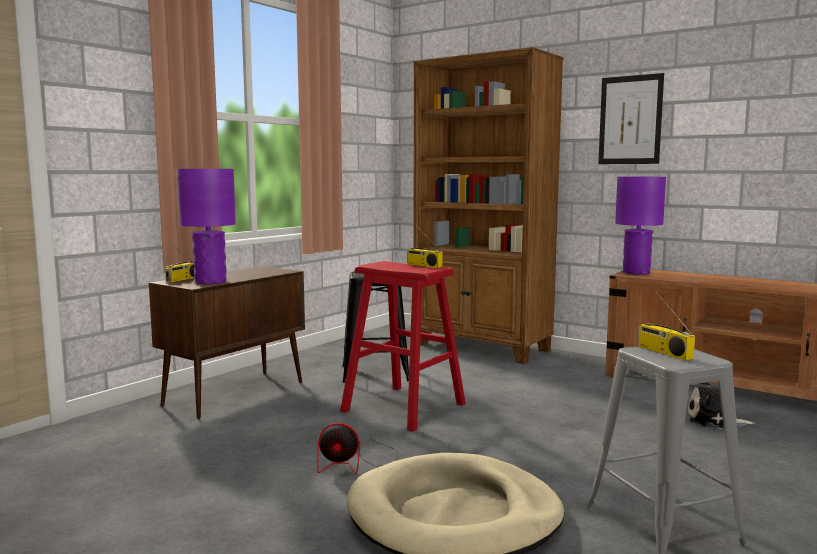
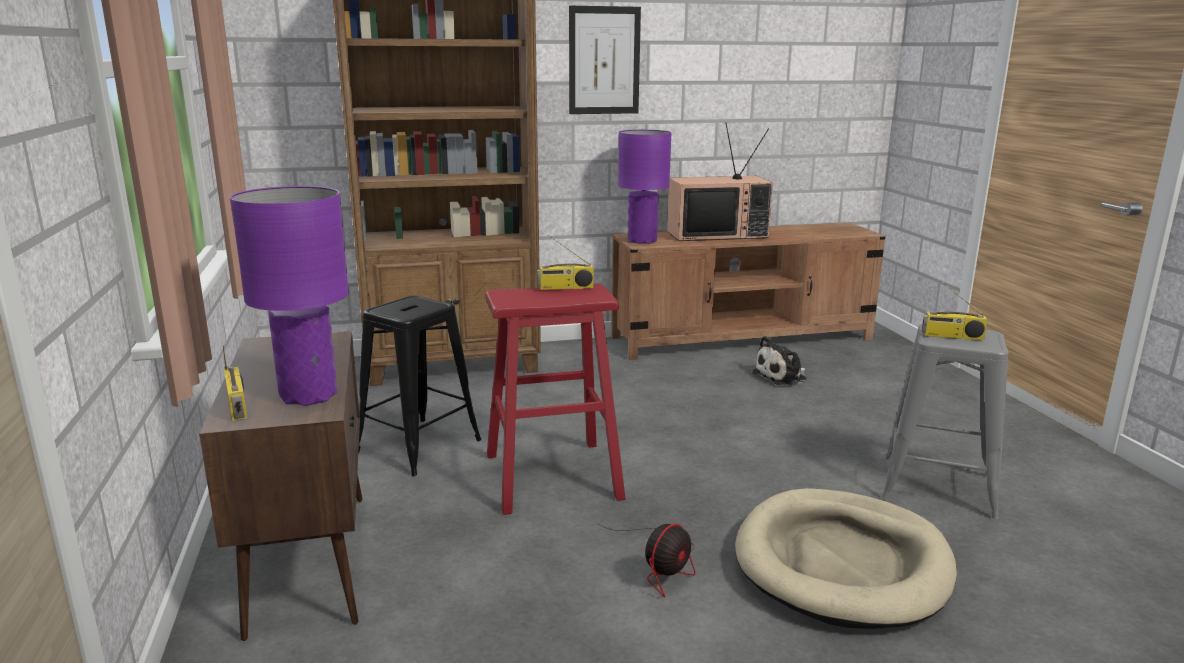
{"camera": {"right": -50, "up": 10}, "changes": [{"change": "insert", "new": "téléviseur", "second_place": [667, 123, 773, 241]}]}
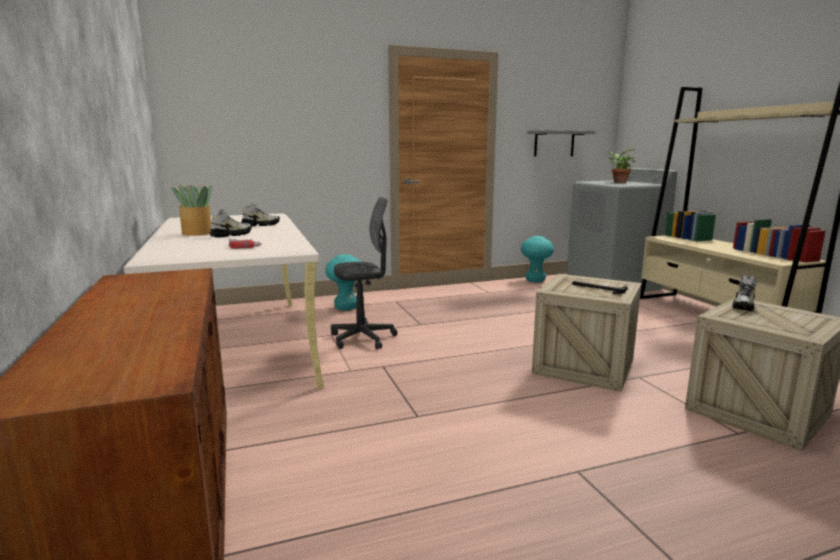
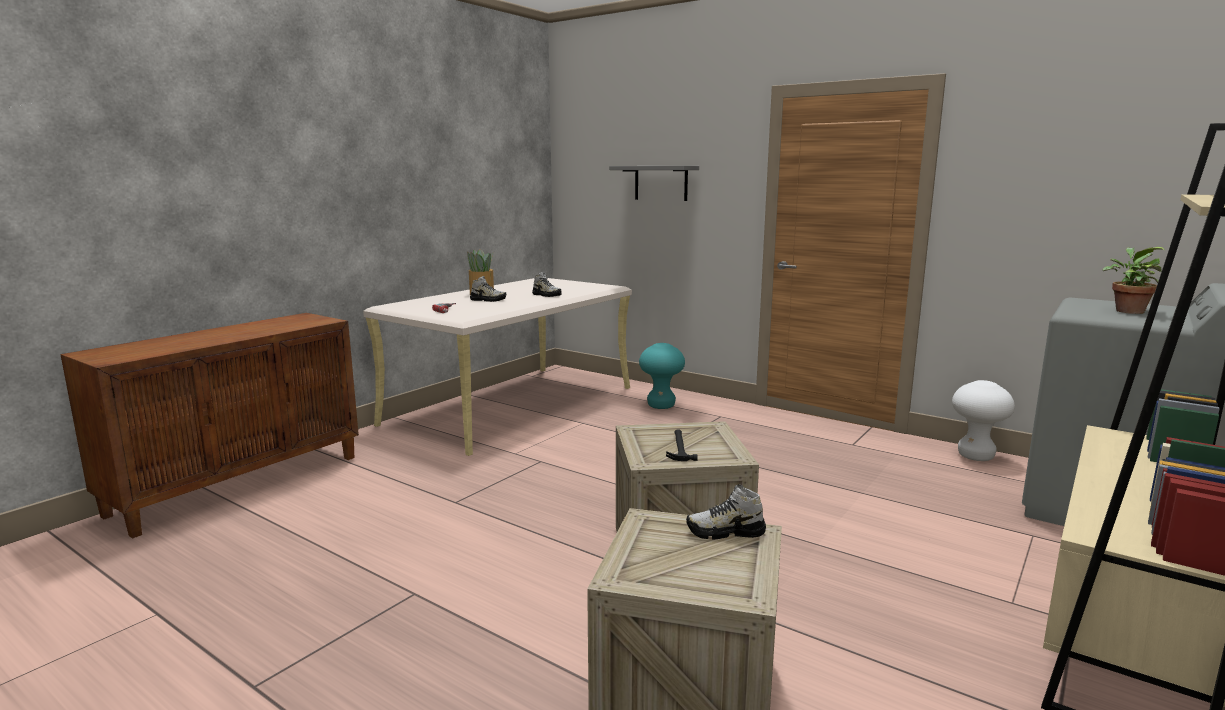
{"camera": {"right": 55, "up": 0}, "changes": [{"change": "move", "old": "étagère (gris)", "first_place": [527, 130, 595, 157], "second_place": [609, 166, 699, 201]}, {"change": "delete", "old": "chaise de bureau (gris)", "first_place": [331, 197, 397, 349]}, {"change": "recolor", "old": "tabouret (turquoise)", "new": "tabouret (blanc)", "first_place": [521, 236, 554, 282], "second_place": [952, 380, 1015, 461]}]}
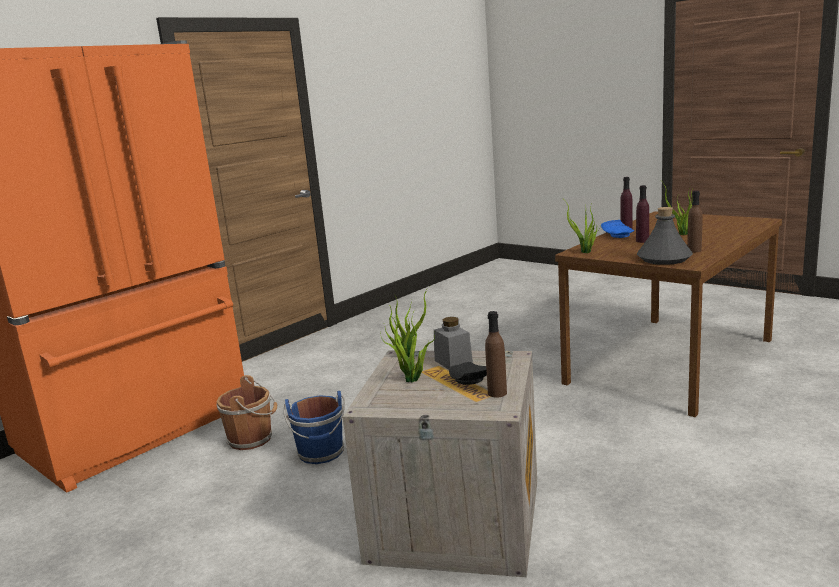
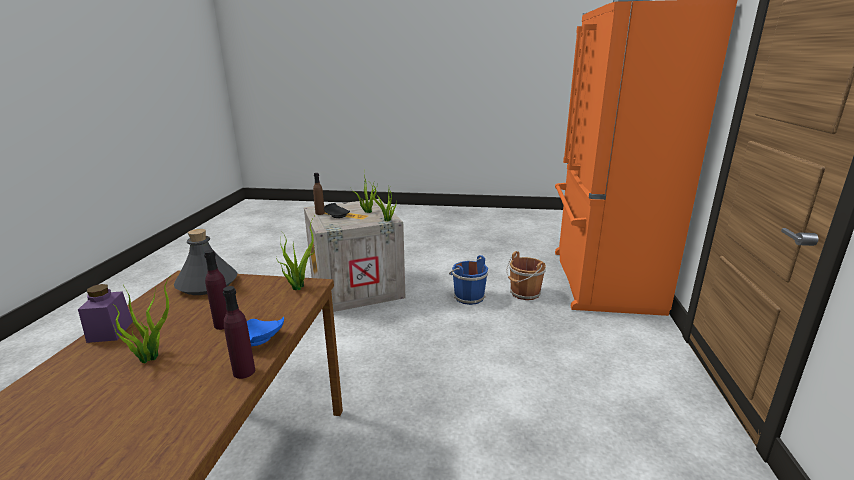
{"camera": {"right": 145, "up": 5}, "changes": [{"change": "delete", "old": "bouteille (marron)", "first_place": [687, 191, 703, 252]}, {"change": "delete", "old": "bocal (gris)", "first_place": [434, 317, 473, 370]}, {"change": "insert", "new": "bocal (violet)", "second_place": [78, 284, 133, 343]}]}
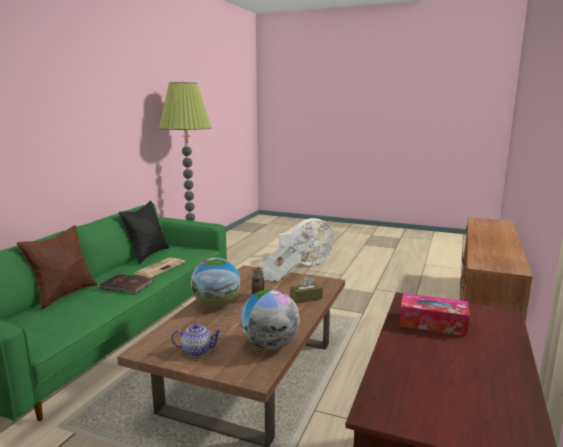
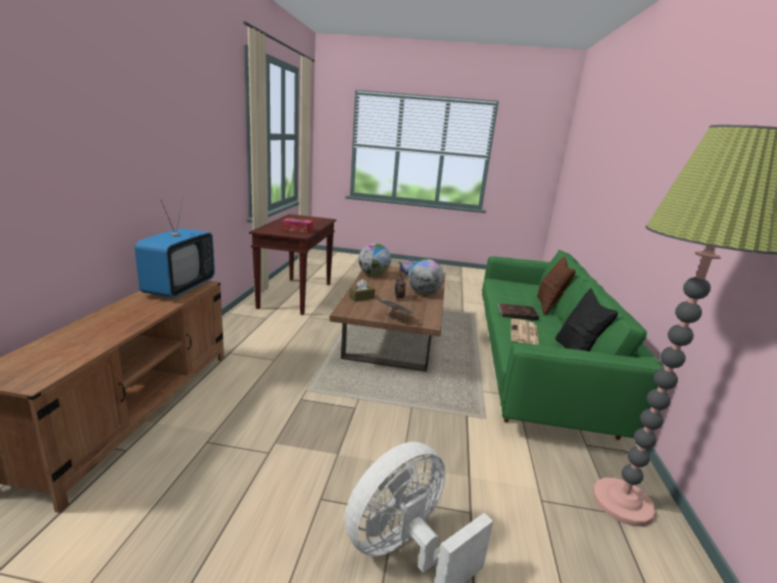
{"camera": {"right": 165, "up": 5}, "changes": [{"change": "insert", "new": "téléviseur", "second_place": [135, 196, 215, 298]}]}
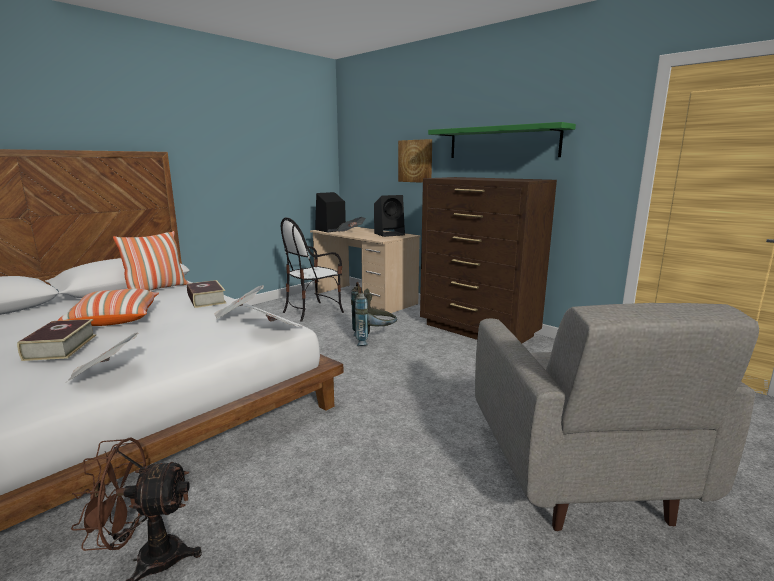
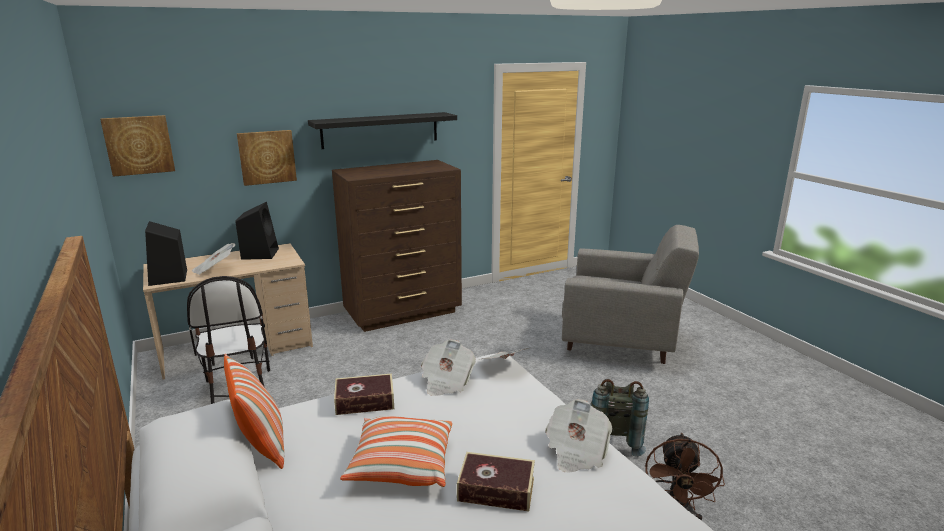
{"camera": {"right": -70, "up": 5}, "changes": [{"change": "recolor", "old": "étagère (vert)", "new": "étagère (noir)", "first_place": [428, 122, 576, 158], "second_place": [308, 112, 457, 149]}, {"change": "move", "old": "sac à dos (gris)", "first_place": [351, 282, 397, 346], "second_place": [590, 379, 649, 457]}, {"change": "insert", "new": "tableau", "second_place": [100, 115, 175, 177]}]}
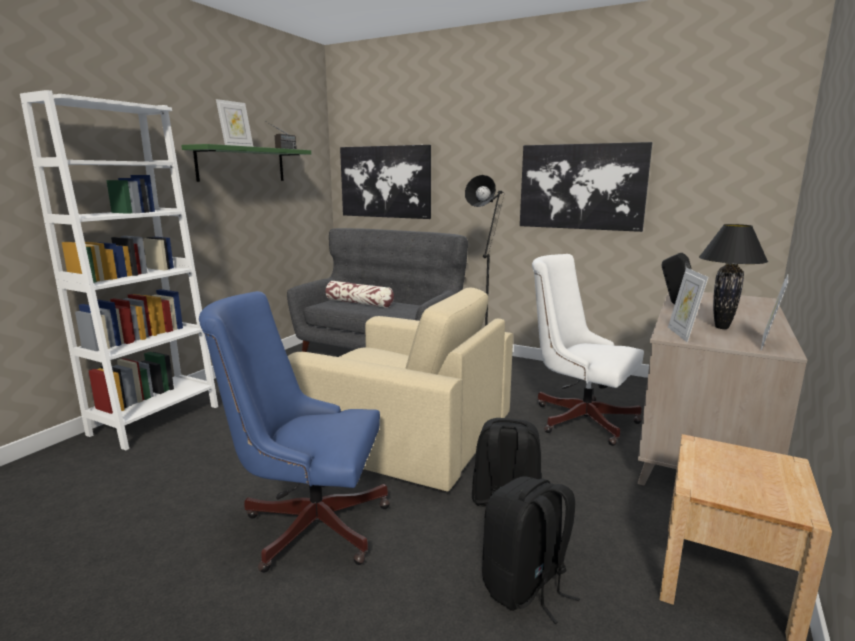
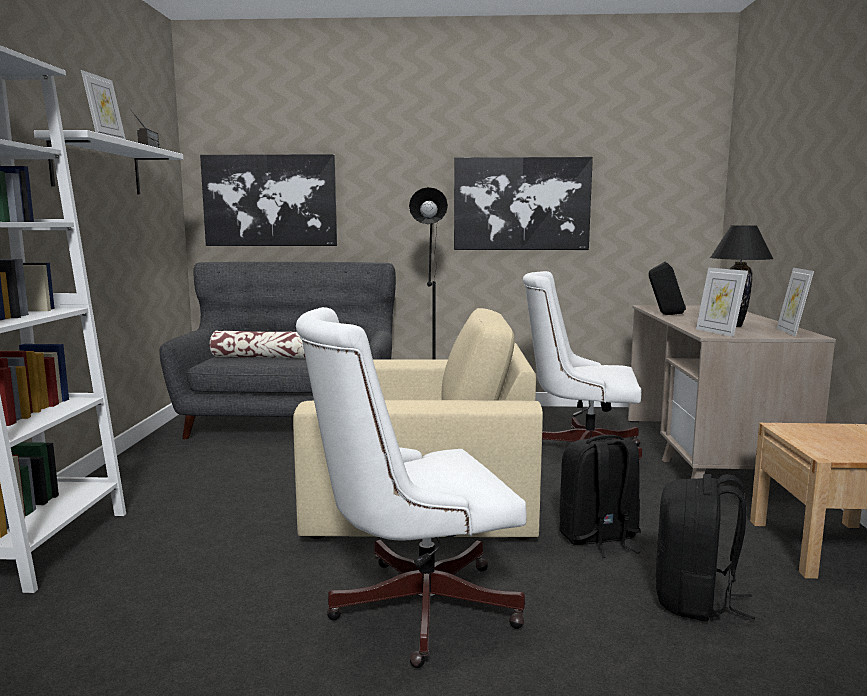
{"camera": {"right": -25, "up": -5}, "changes": [{"change": "recolor", "old": "étagère (vert)", "new": "étagère (blanc)", "first_place": [181, 144, 311, 182], "second_place": [34, 130, 183, 194]}, {"change": "recolor", "old": "chaise de bureau (bleu)", "new": "chaise de bureau (blanc)", "first_place": [199, 291, 390, 573], "second_place": [296, 307, 527, 668]}]}
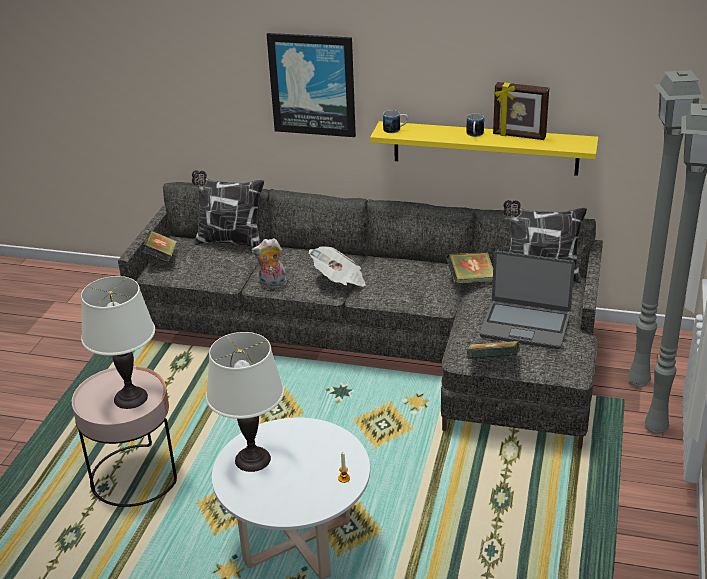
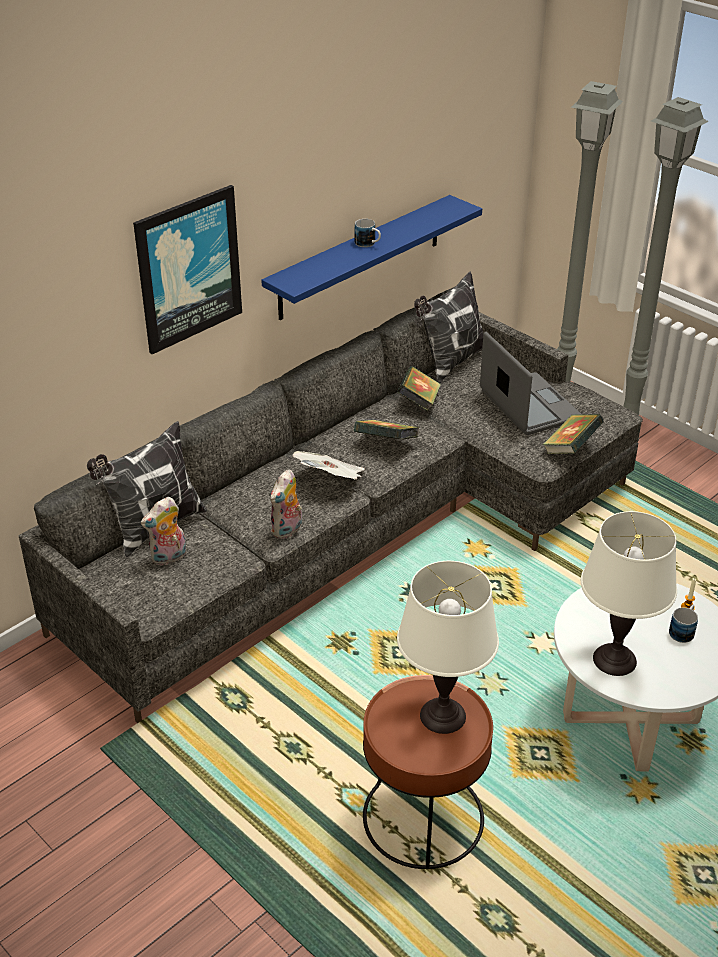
{"camera": {"right": -60, "up": 5}, "changes": [{"change": "delete", "old": "cadre photo", "first_place": [493, 82, 549, 140]}, {"change": "move", "old": "mug", "first_place": [383, 110, 408, 133], "second_place": [669, 605, 698, 643]}, {"change": "recolor", "old": "étagère (jaune)", "new": "étagère (bleu)", "first_place": [370, 121, 598, 176], "second_place": [261, 195, 482, 320]}, {"change": "move", "old": "livre", "first_place": [141, 230, 177, 263], "second_place": [354, 420, 419, 439]}, {"change": "rotate", "old": "ordinateur portable", "first_place": [480, 251, 575, 349], "second_place": [480, 332, 582, 435], "degrees": -75}, {"change": "recolor", "old": "table d'appoint (rose)", "new": "table d'appoint (marron)", "first_place": [72, 366, 177, 507], "second_place": [363, 675, 493, 869]}, {"change": "insert", "new": "peluche", "second_place": [141, 497, 186, 565]}]}
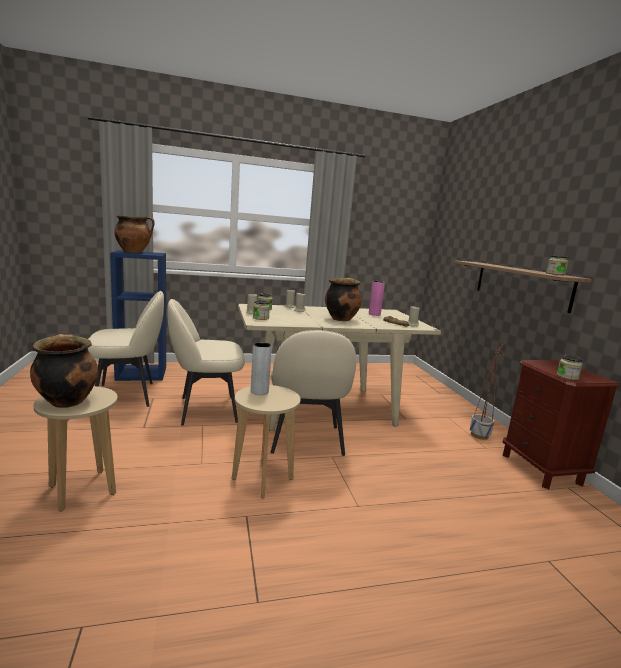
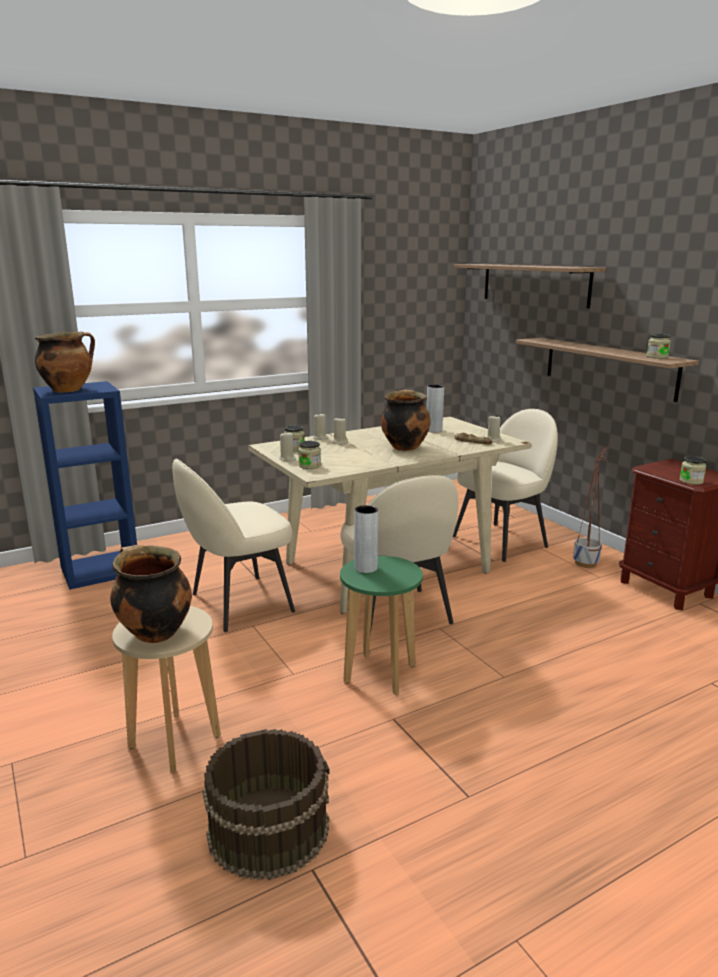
{"camera": {"right": -15, "up": 5}, "changes": [{"change": "recolor", "old": "vase (rose)", "new": "vase (gris)", "first_place": [369, 281, 385, 316], "second_place": [426, 385, 444, 433]}, {"change": "move", "old": "chaise (beige)", "first_place": [88, 291, 164, 407], "second_place": [453, 409, 558, 562]}, {"change": "recolor", "old": "tabouret (beige)", "new": "tabouret (vert)", "first_place": [232, 385, 301, 498], "second_place": [340, 556, 423, 695]}, {"change": "insert", "new": "étagère", "second_place": [454, 264, 606, 308]}, {"change": "insert", "new": "seau (marron)", "second_place": [202, 729, 329, 881]}]}
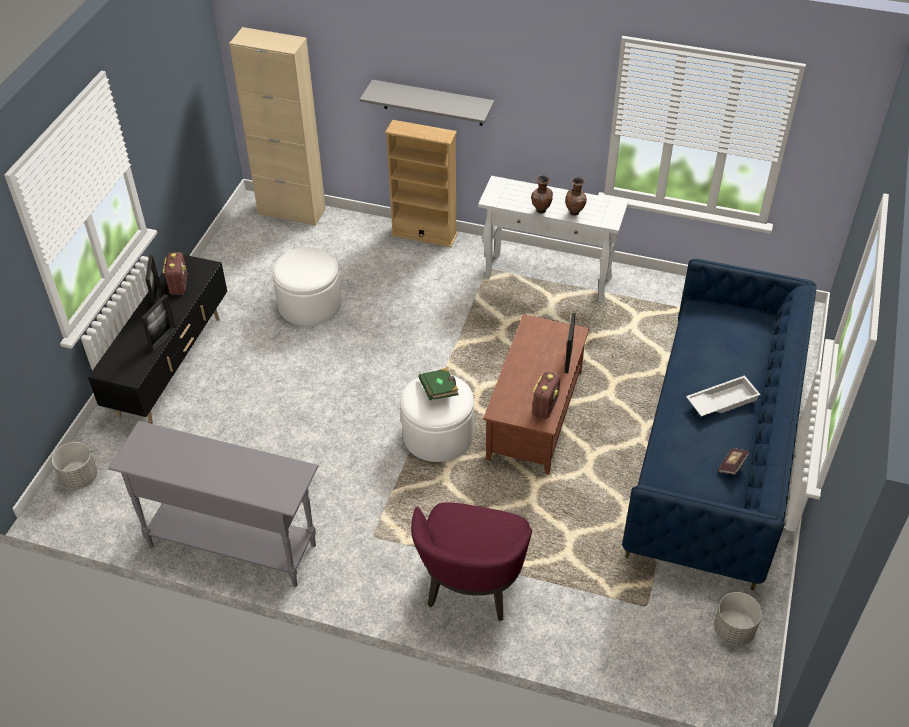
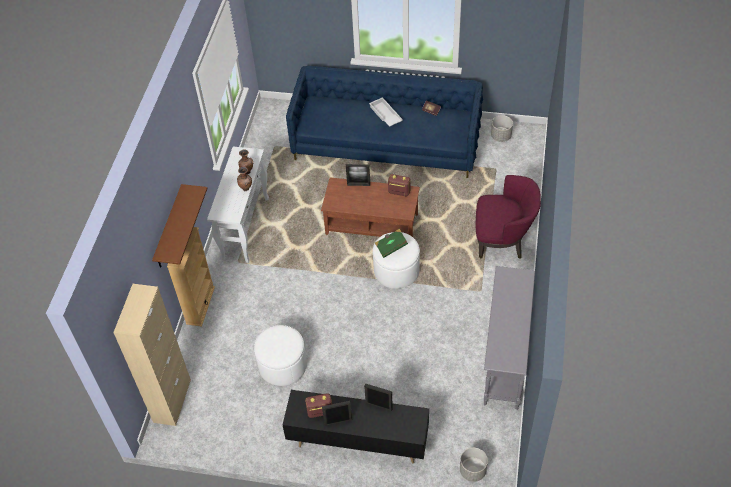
{"camera": {"right": -95, "up": 5}, "changes": [{"change": "recolor", "old": "étagère (gris)", "new": "étagère (marron)", "first_place": [360, 80, 494, 126], "second_place": [152, 184, 208, 268]}]}
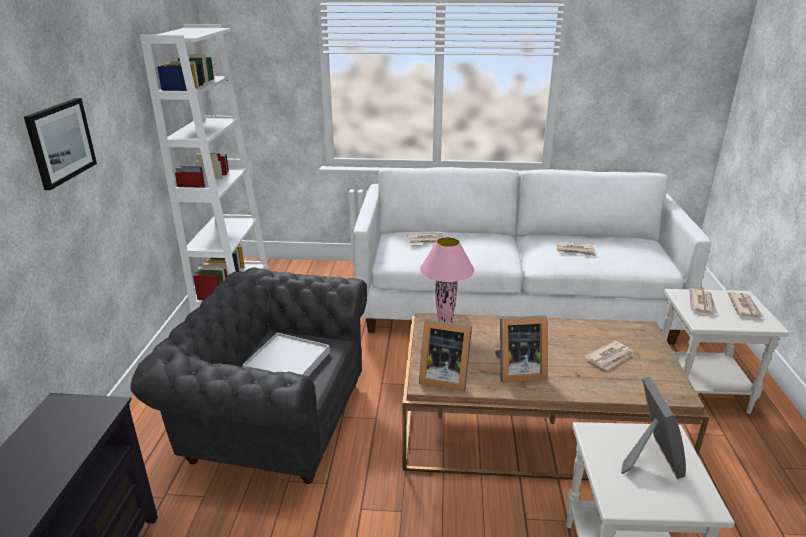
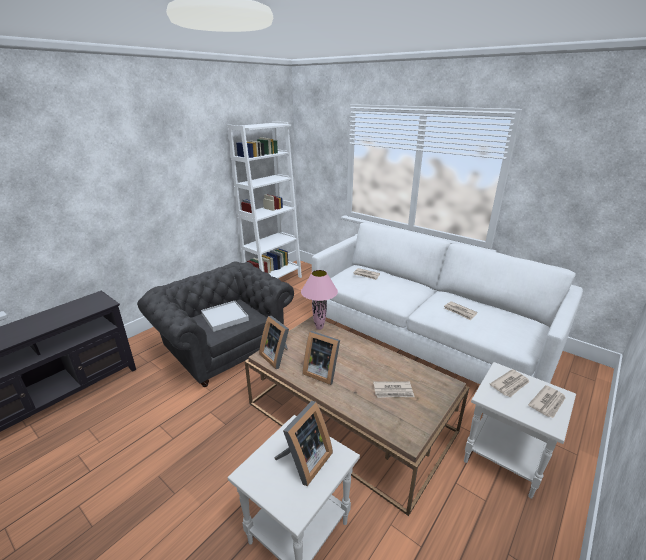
{"camera": {"right": 35, "up": 0}, "changes": [{"change": "delete", "old": "tableau", "first_place": [24, 98, 97, 190]}]}
